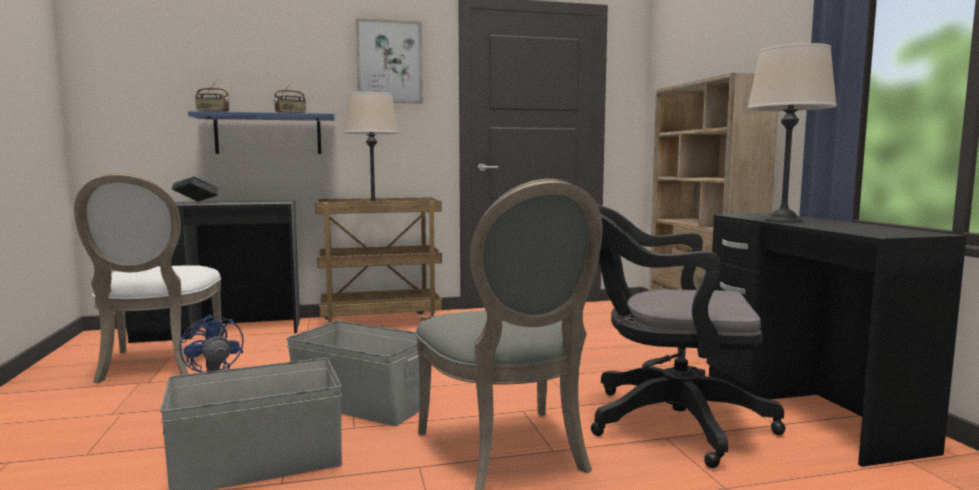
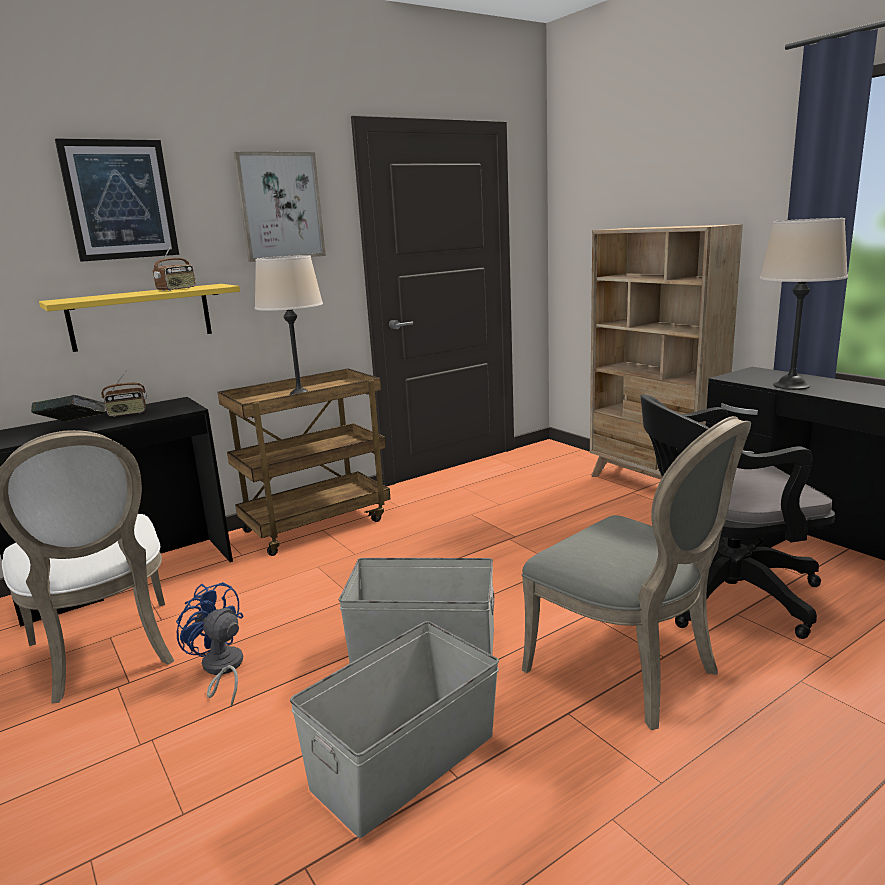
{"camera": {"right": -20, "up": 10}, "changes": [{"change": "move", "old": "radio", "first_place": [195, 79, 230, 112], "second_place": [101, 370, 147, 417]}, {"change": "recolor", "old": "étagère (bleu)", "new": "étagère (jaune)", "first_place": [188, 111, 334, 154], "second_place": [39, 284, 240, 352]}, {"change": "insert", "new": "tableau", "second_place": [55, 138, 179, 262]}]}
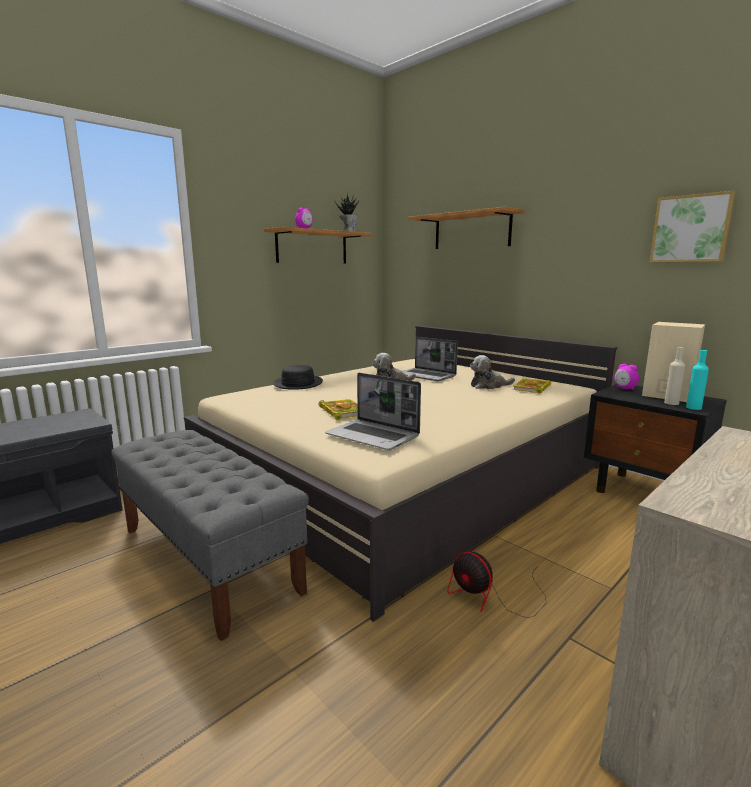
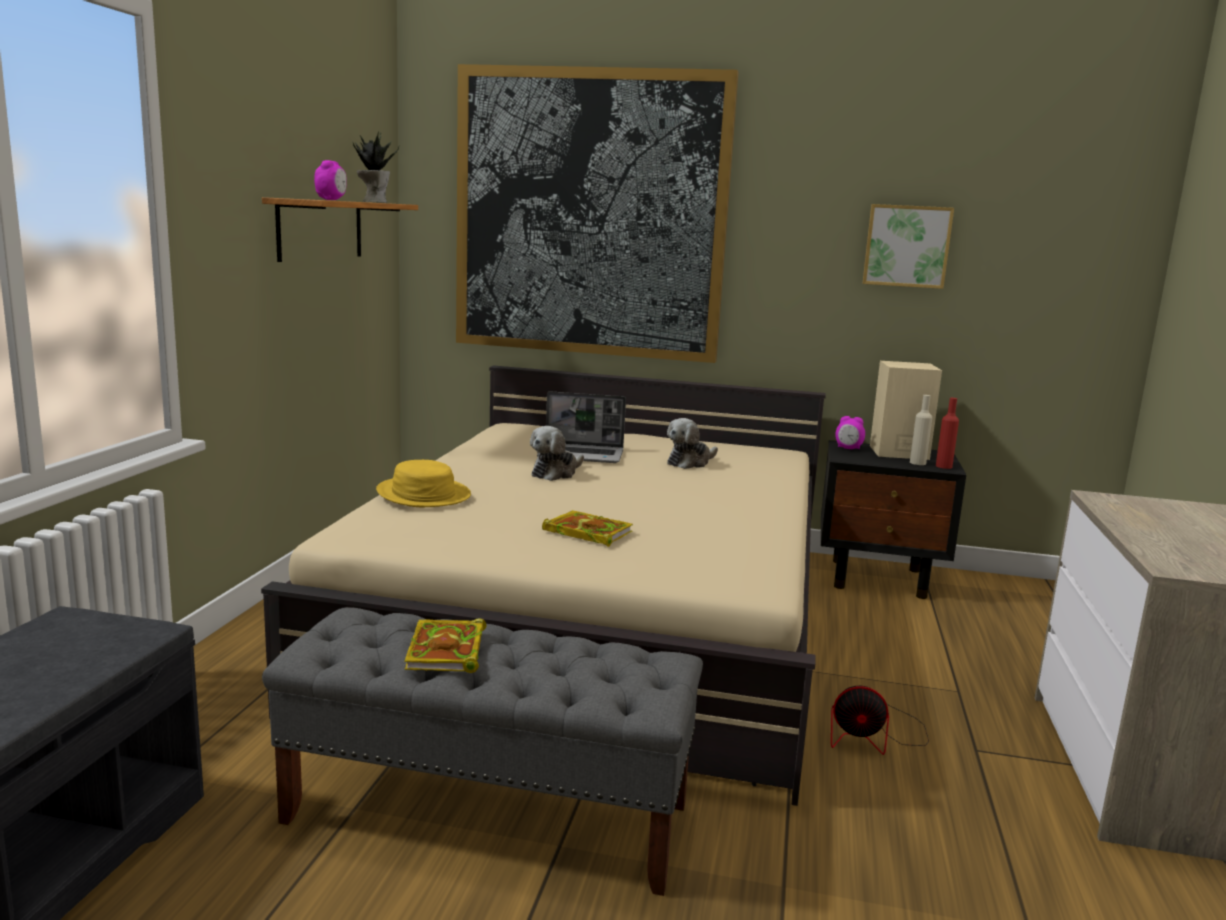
{"camera": {"right": -35, "up": 0}, "changes": [{"change": "replace", "old": "étagère", "new": "tableau", "first_place": [408, 207, 525, 249], "second_place": [456, 64, 739, 363]}, {"change": "recolor", "old": "bouteille (turquoise)", "new": "bouteille (rouge)", "first_place": [686, 350, 709, 410], "second_place": [936, 398, 959, 469]}, {"change": "recolor", "old": "chapeau (noir)", "new": "chapeau (jaune)", "first_place": [273, 365, 323, 390], "second_place": [376, 460, 471, 507]}, {"change": "delete", "old": "ordinateur portable", "first_place": [325, 373, 421, 450]}, {"change": "move", "old": "livre", "first_place": [513, 378, 551, 394], "second_place": [404, 618, 486, 673]}]}
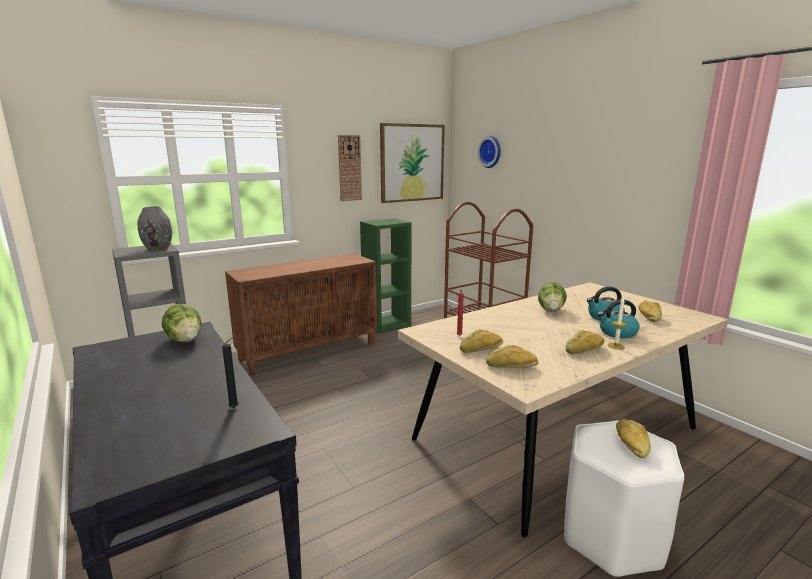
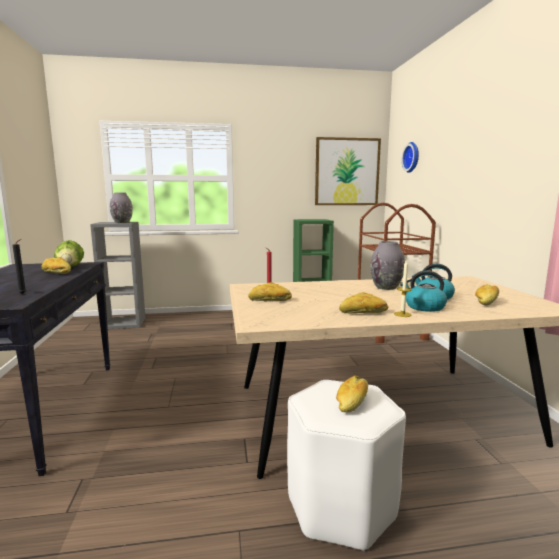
{"camera": {"right": 25, "up": -5}, "changes": [{"change": "delete", "old": "horloge murale", "first_place": [338, 135, 362, 201]}, {"change": "delete", "old": "meuble de rangement (marron)", "first_place": [225, 254, 377, 376]}, {"change": "replace", "old": "laitue", "new": "vase (gris)", "first_place": [538, 282, 567, 312], "second_place": [370, 241, 405, 290]}, {"change": "move", "old": "pain", "first_place": [486, 345, 539, 368], "second_place": [41, 257, 71, 274]}]}
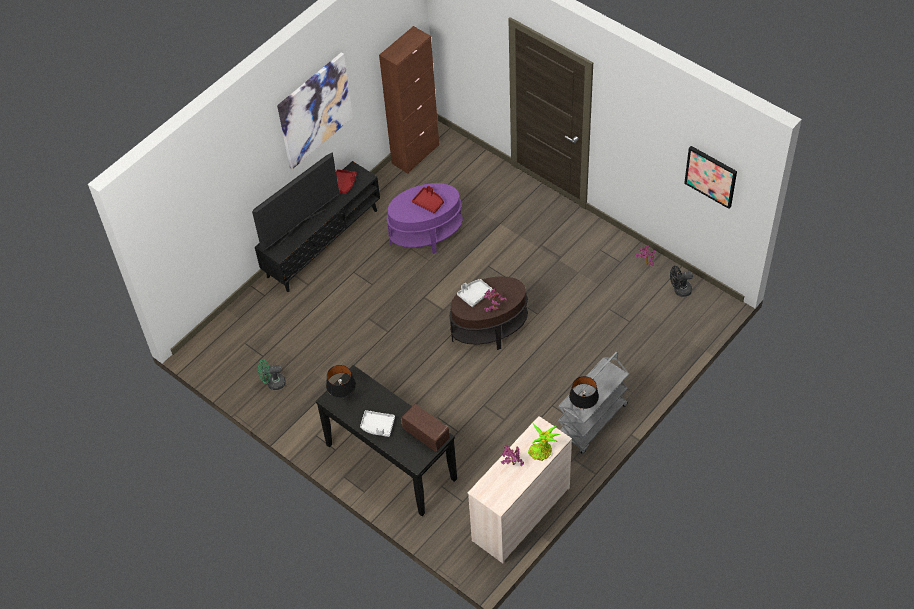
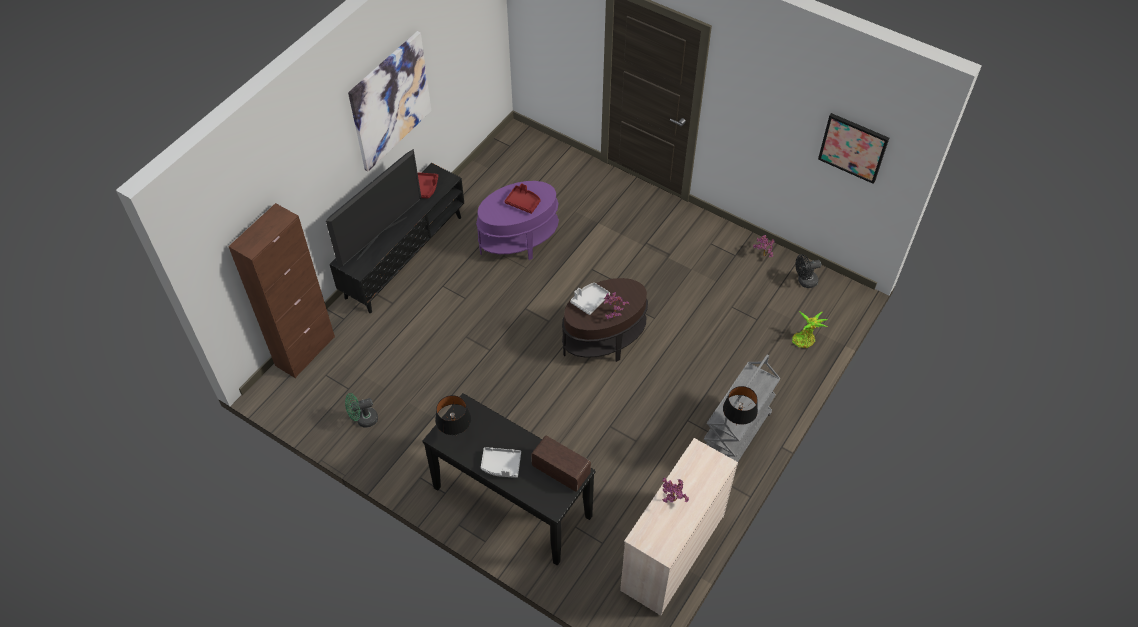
{"camera": {"right": -10, "up": 0}, "changes": [{"change": "move", "old": "meuble de rangement (marron)", "first_place": [379, 26, 439, 174], "second_place": [228, 203, 335, 378]}, {"change": "move", "old": "plante en pot", "first_place": [528, 423, 561, 461], "second_place": [792, 311, 828, 348]}]}
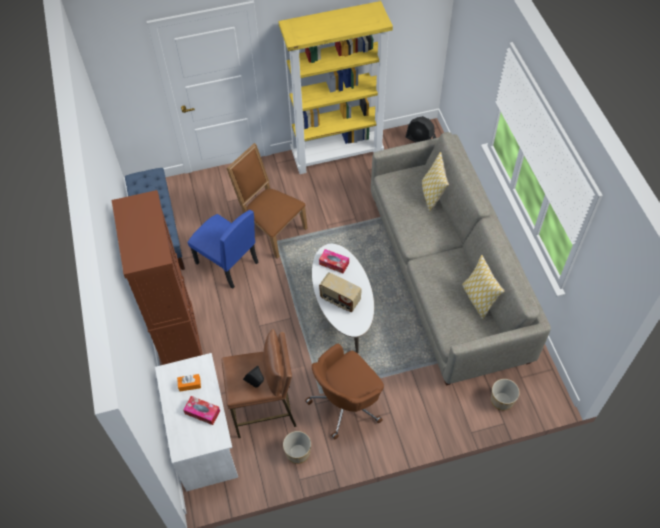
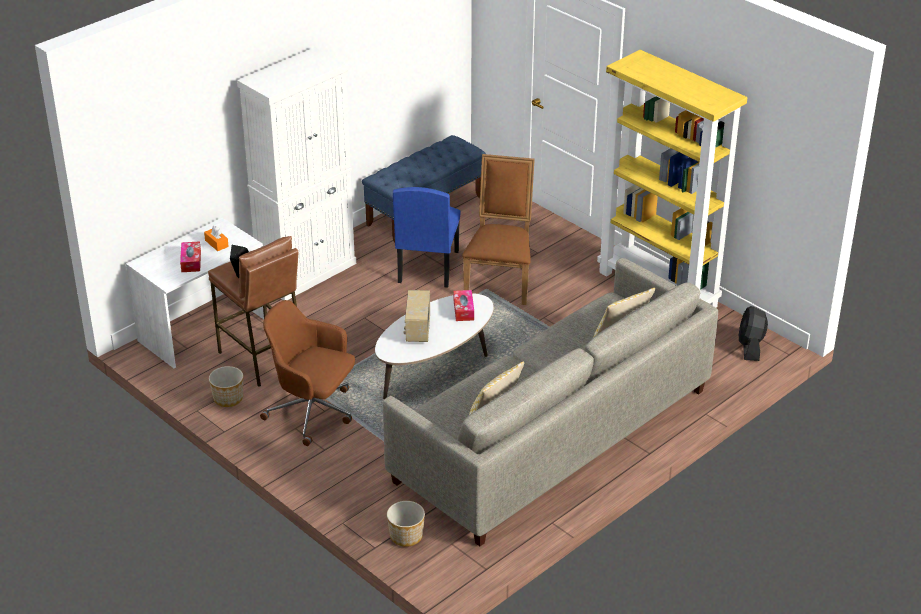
{"camera": {"right": 60, "up": -20}, "changes": [{"change": "recolor", "old": "meuble de rangement (marron)", "new": "meuble de rangement (blanc)", "first_place": [112, 190, 203, 365], "second_place": [237, 47, 356, 300]}]}
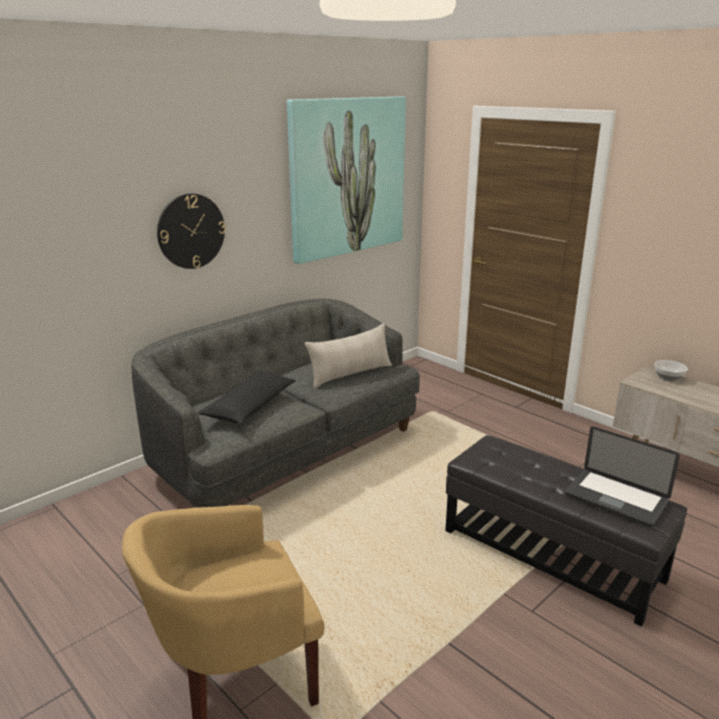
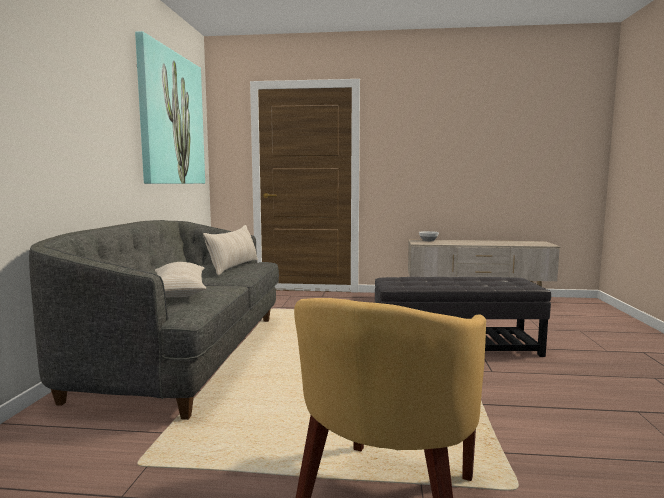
{"camera": {"right": -40, "up": -15}, "changes": [{"change": "delete", "old": "horloge murale", "first_place": [157, 193, 226, 269]}, {"change": "recolor", "old": "coussin (noir)", "new": "coussin (beige)", "first_place": [198, 372, 296, 424], "second_place": [155, 262, 206, 297]}, {"change": "delete", "old": "ordinateur portable", "first_place": [565, 426, 680, 527]}]}
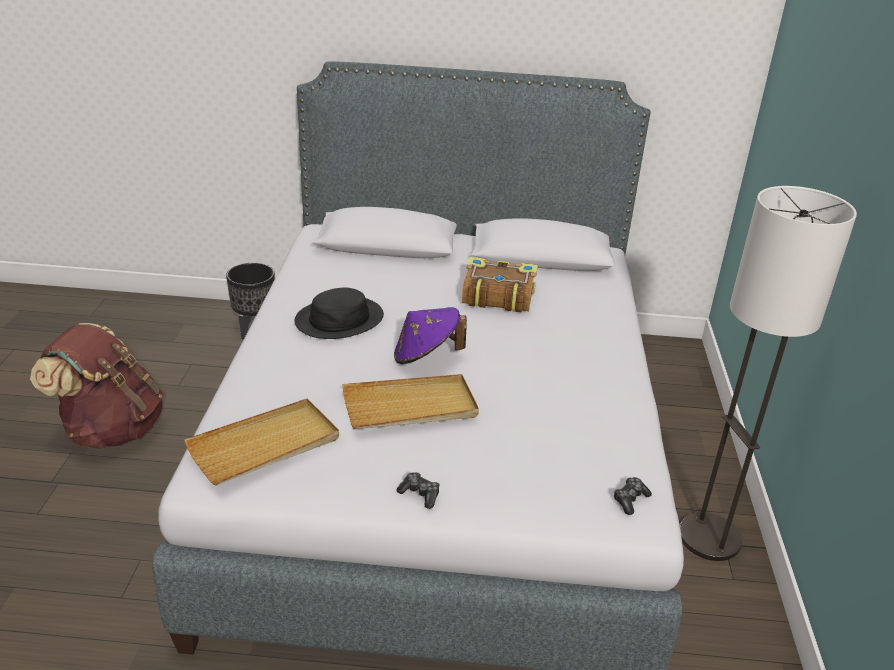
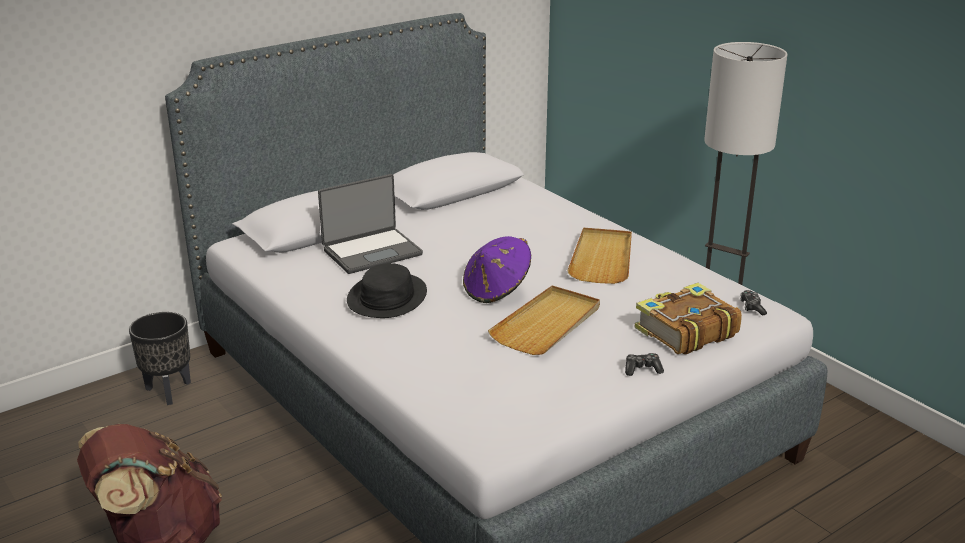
{"camera": {"right": -40, "up": -5}, "changes": [{"change": "move", "old": "livre", "first_place": [462, 257, 538, 313], "second_place": [634, 283, 742, 354]}, {"change": "move", "old": "plateau (beige)", "first_place": [184, 399, 339, 486], "second_place": [567, 228, 632, 284]}, {"change": "insert", "new": "ordinateur portable", "second_place": [318, 174, 423, 274]}]}
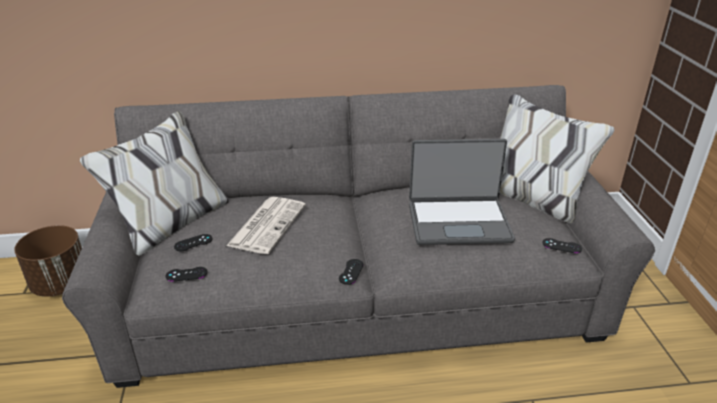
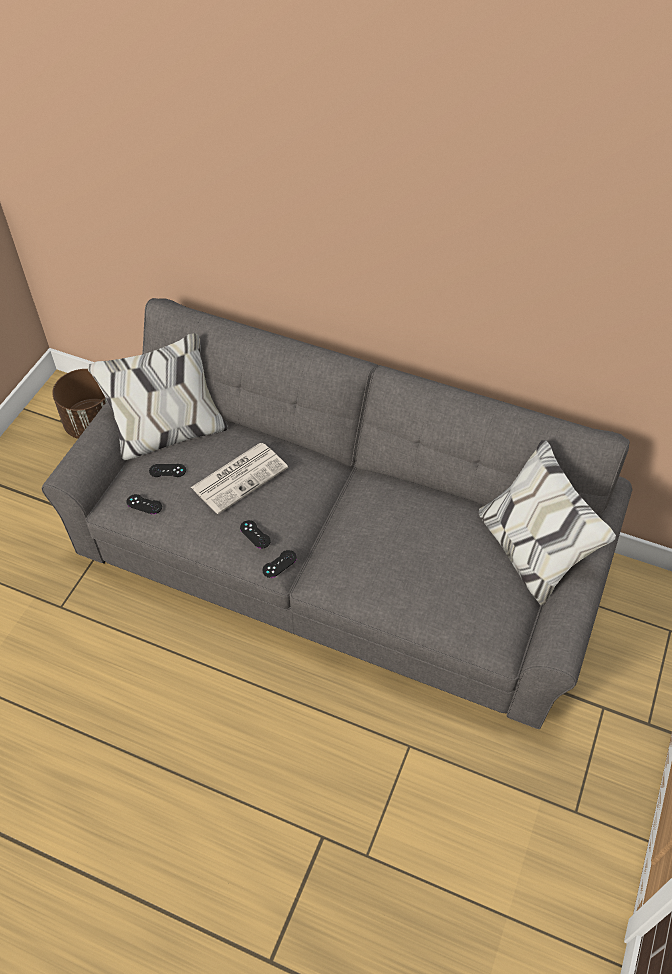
{"camera": {"right": 30, "up": 20}, "changes": [{"change": "delete", "old": "ordinateur portable", "first_place": [409, 139, 515, 245]}, {"change": "move", "old": "manette (noir)", "first_place": [542, 238, 582, 253], "second_place": [240, 520, 271, 549]}]}
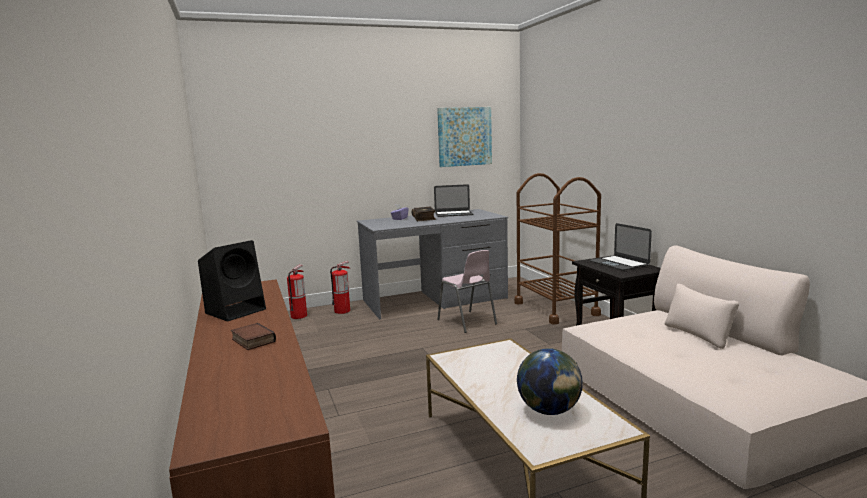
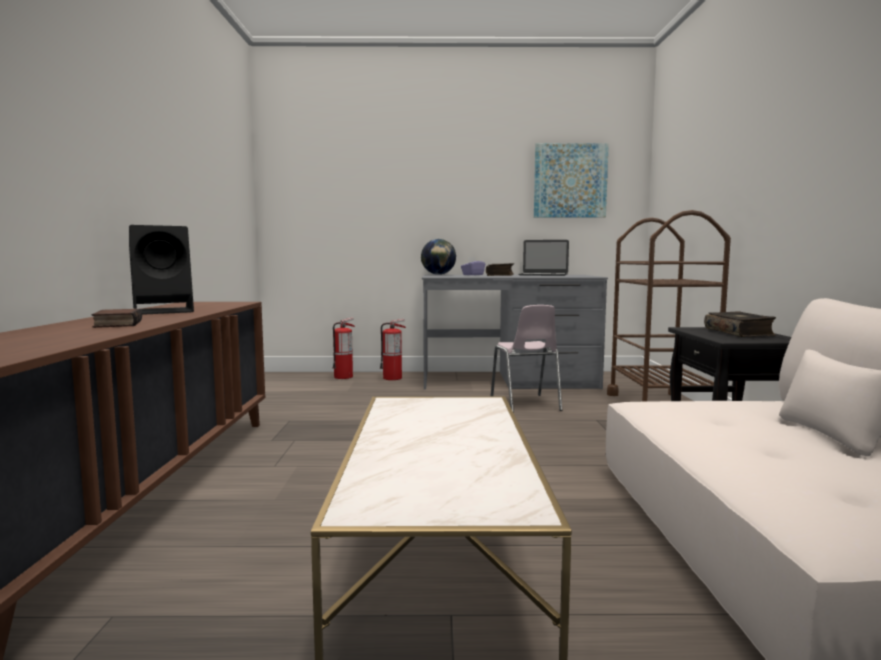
{"camera": {"right": 20, "up": -5}, "changes": [{"change": "replace", "old": "ordinateur portable", "new": "livre", "first_place": [590, 223, 652, 270], "second_place": [704, 311, 776, 337]}, {"change": "move", "old": "globe", "first_place": [517, 348, 583, 415], "second_place": [421, 239, 456, 275]}]}
